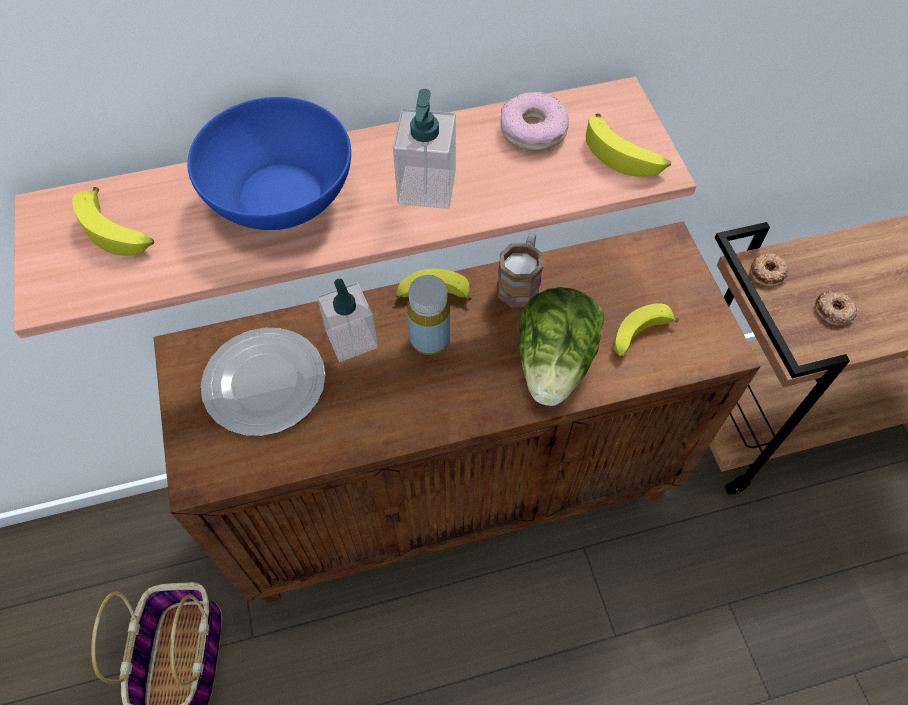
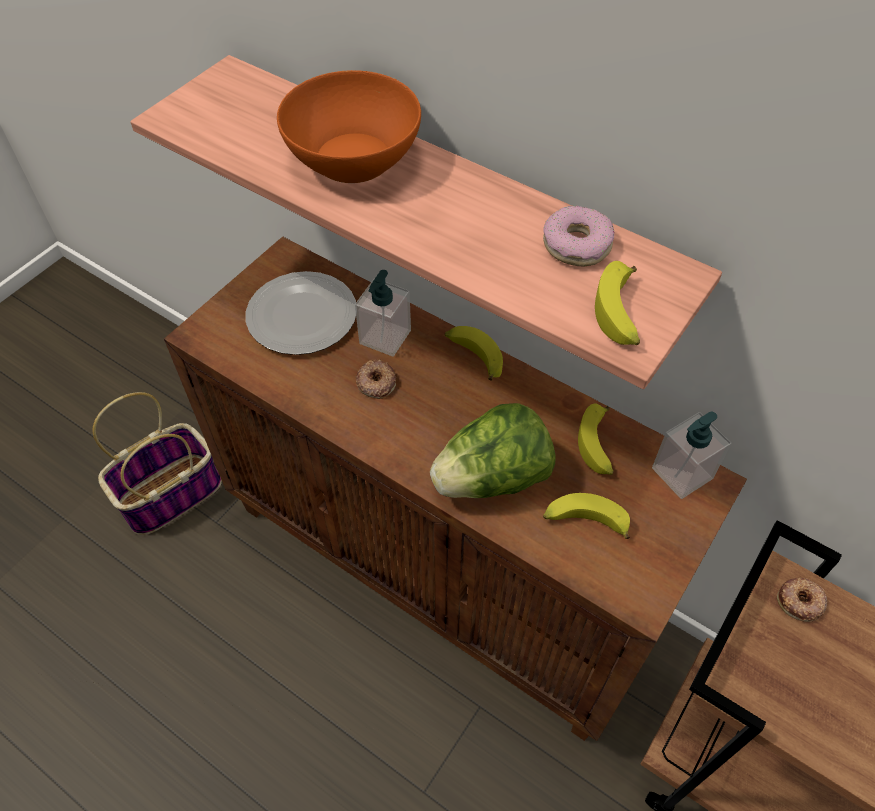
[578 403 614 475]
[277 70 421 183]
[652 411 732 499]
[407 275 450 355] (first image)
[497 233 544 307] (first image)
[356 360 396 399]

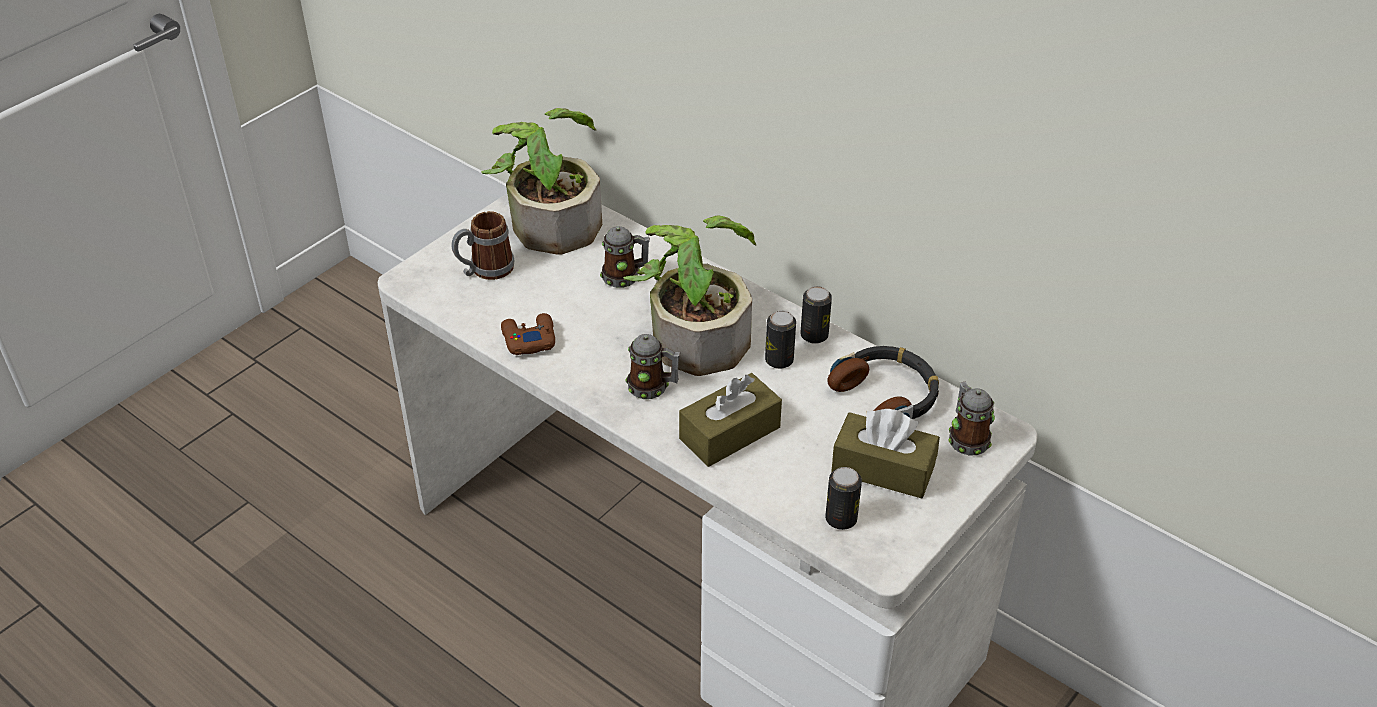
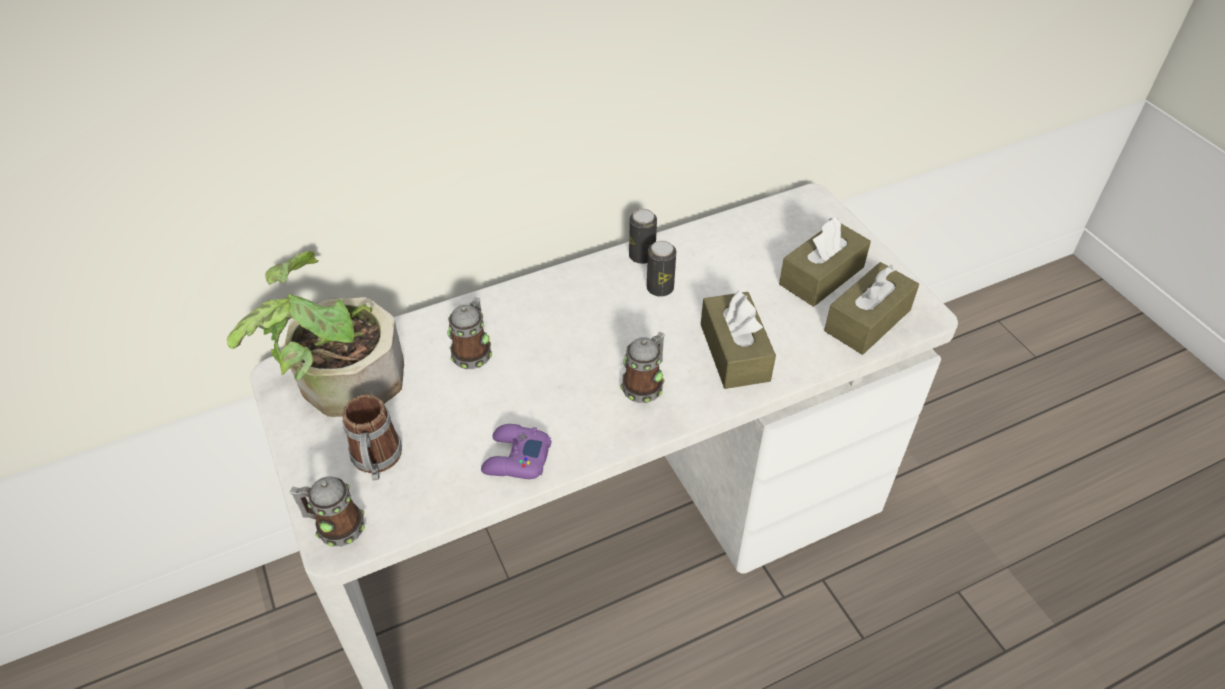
[481 424 551 479]
[623 216 756 376] (first image)
[824 262 919 355]
[827 346 939 419] (first image)
[290 477 365 547]

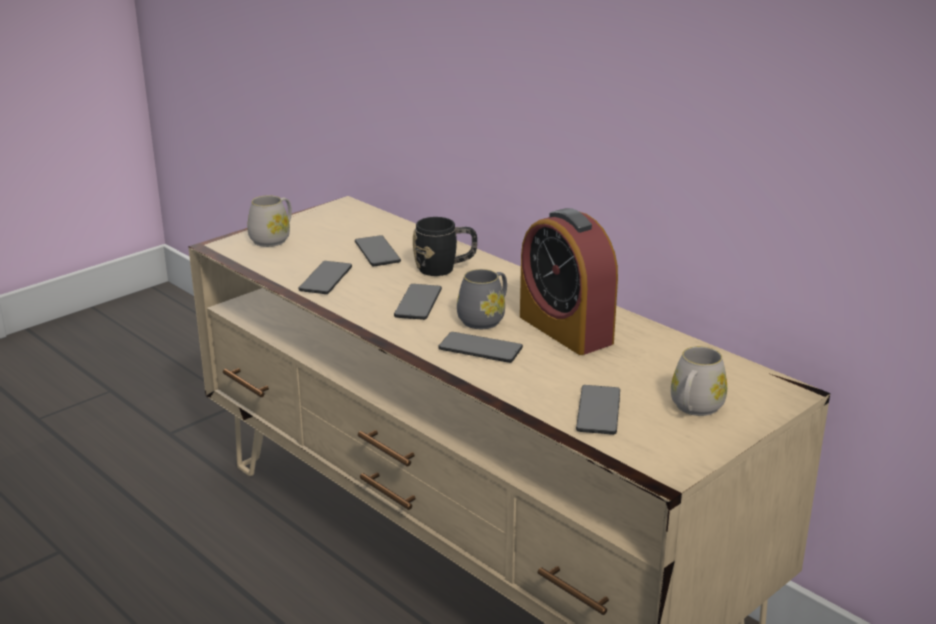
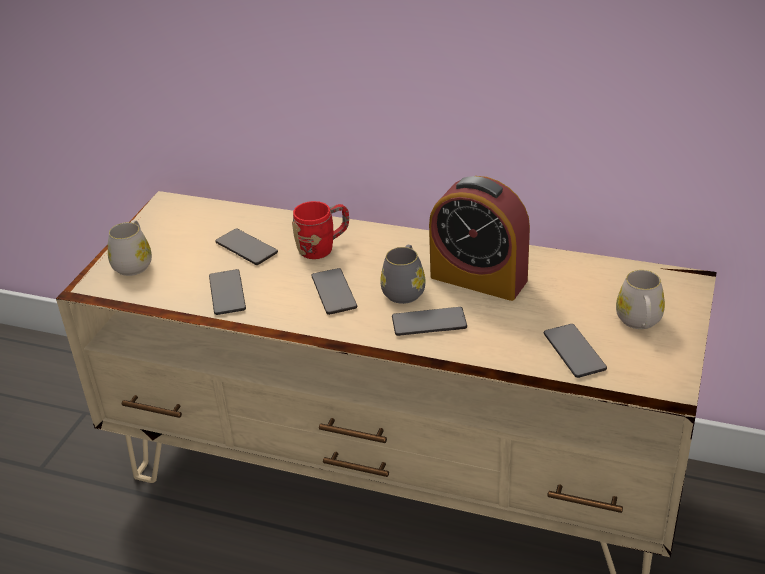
[292 201 349 259]

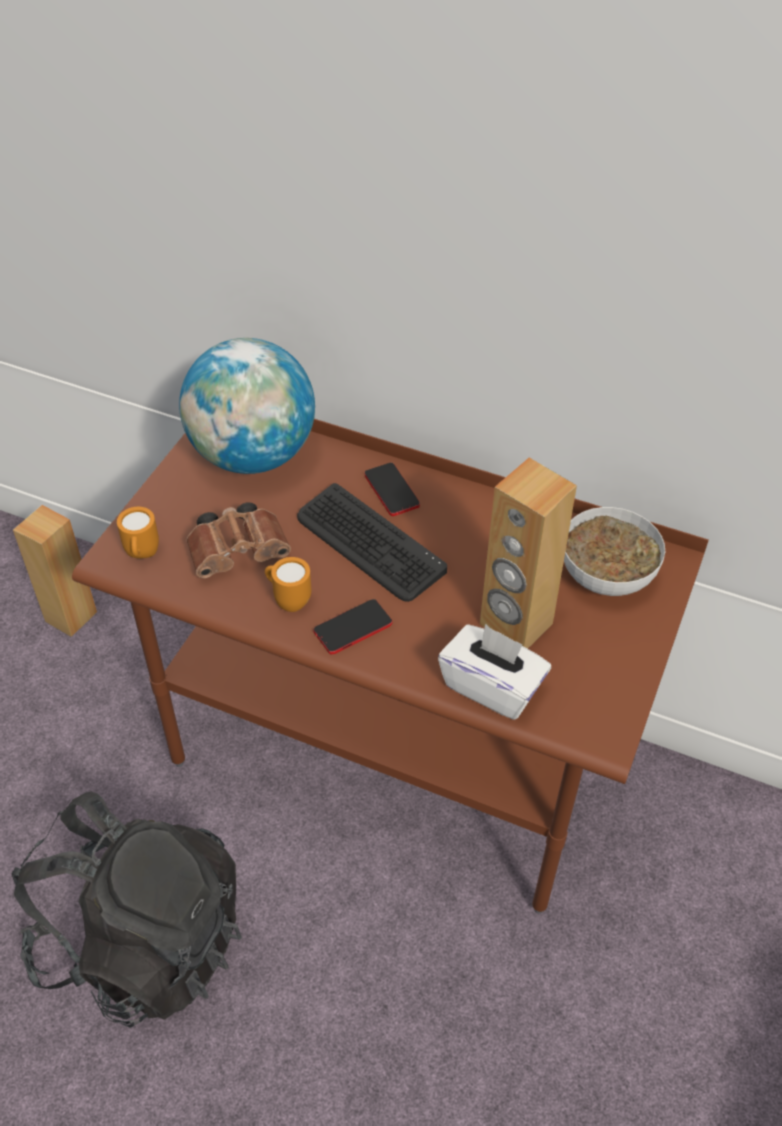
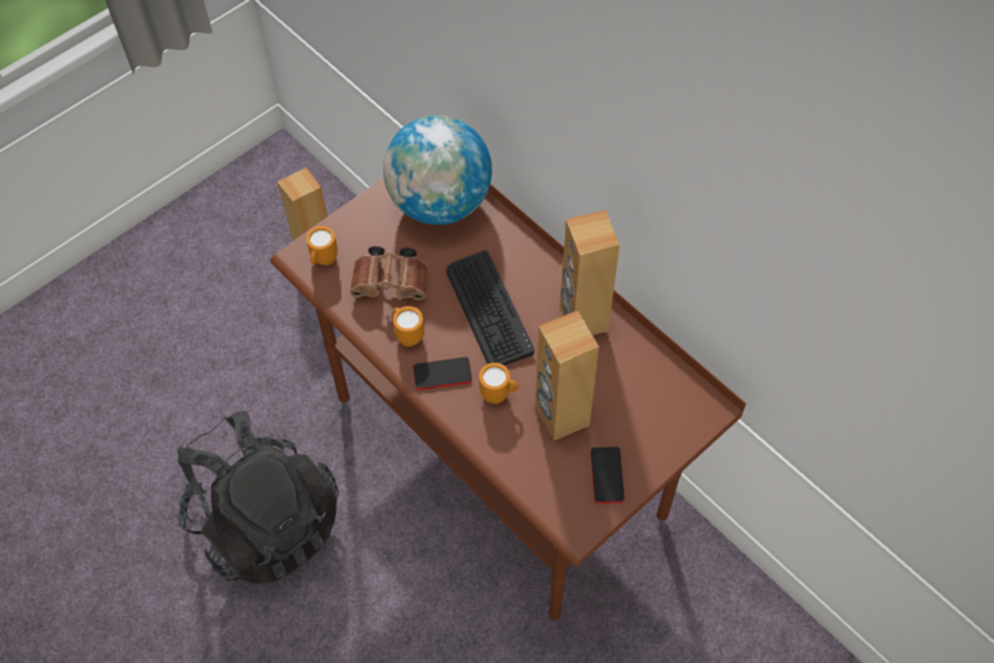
[591 447 625 504]
[438 624 551 720] (first image)
[564 507 665 596] (first image)
[479 363 519 404]
[560 210 620 335]

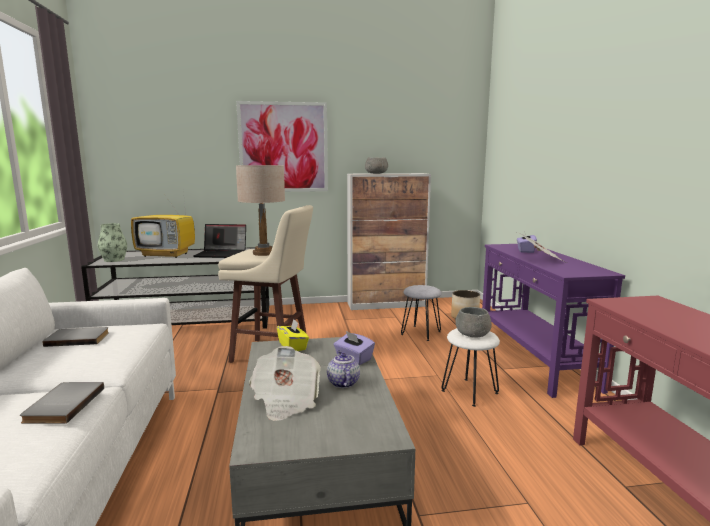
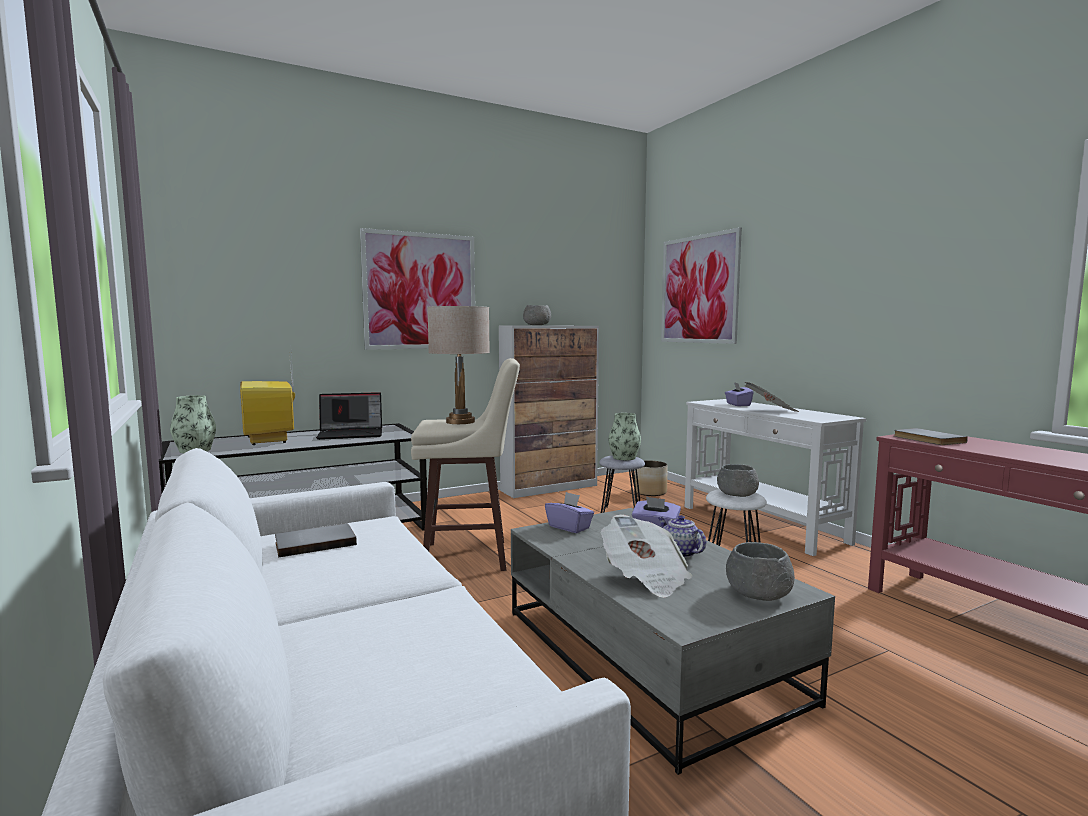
[894 428 968 445]
[240 355 295 445]
[545 492 594 533]
[685 399 866 556]
[608 413 641 460]
[661 227 742 344]
[726 542 795 601]

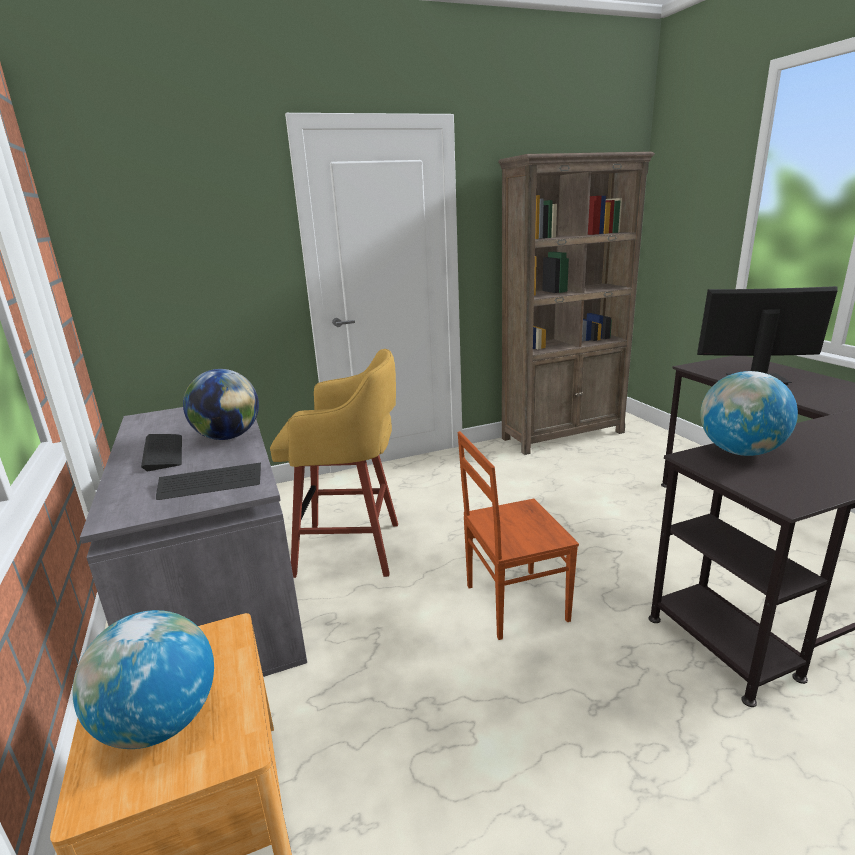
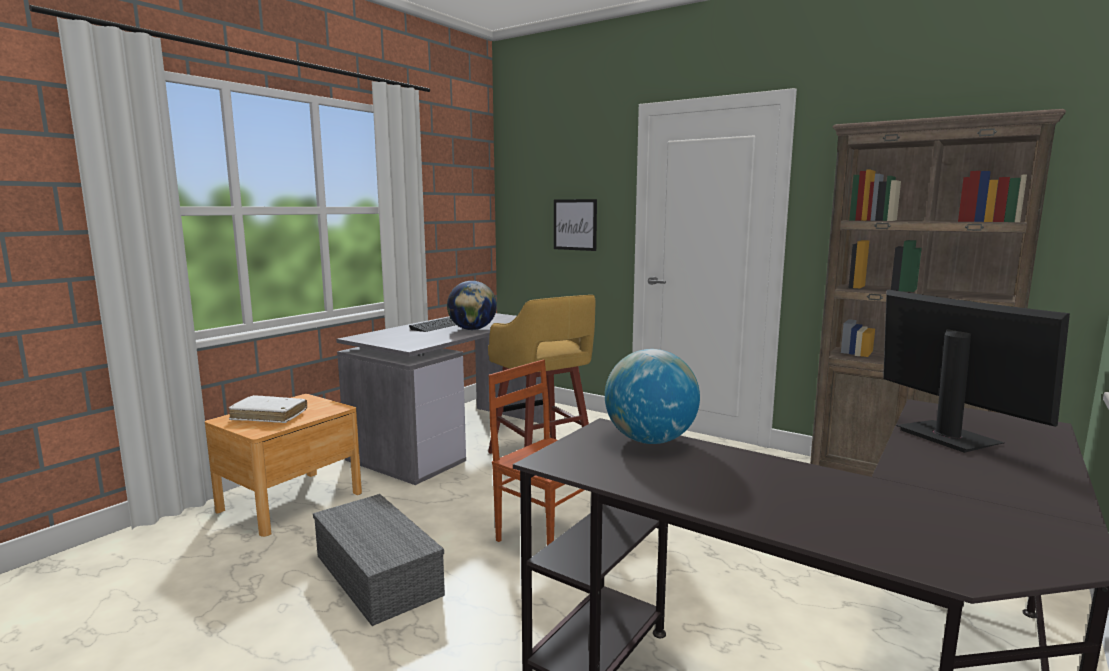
[228 395 307 423]
[156 463 261 500] (first image)
[313 494 445 626]
[554 199 597 251]

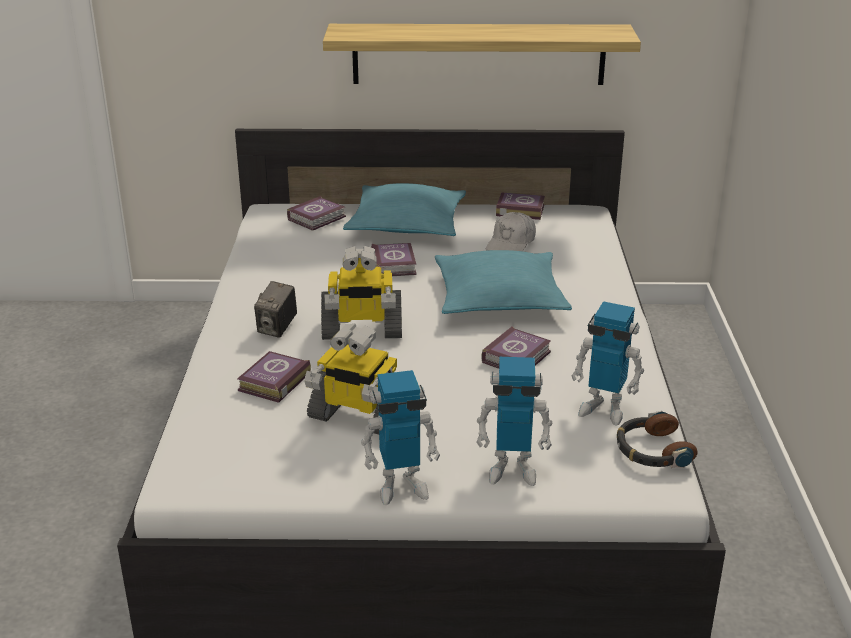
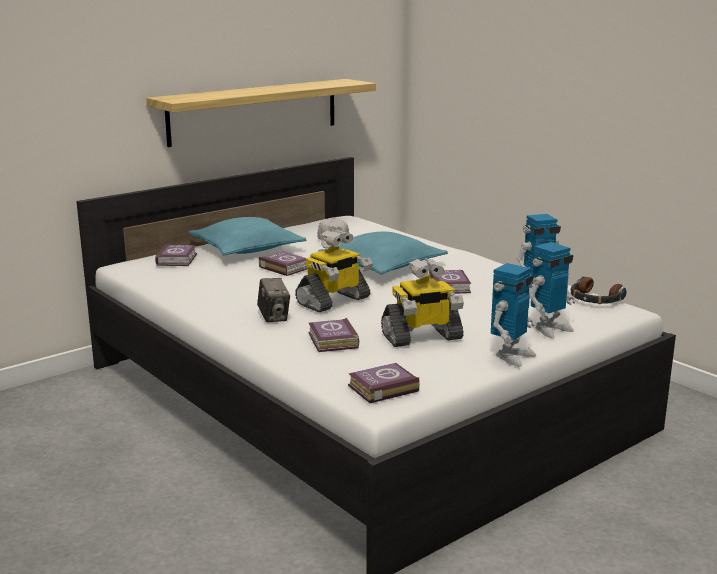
[348 363 420 403]

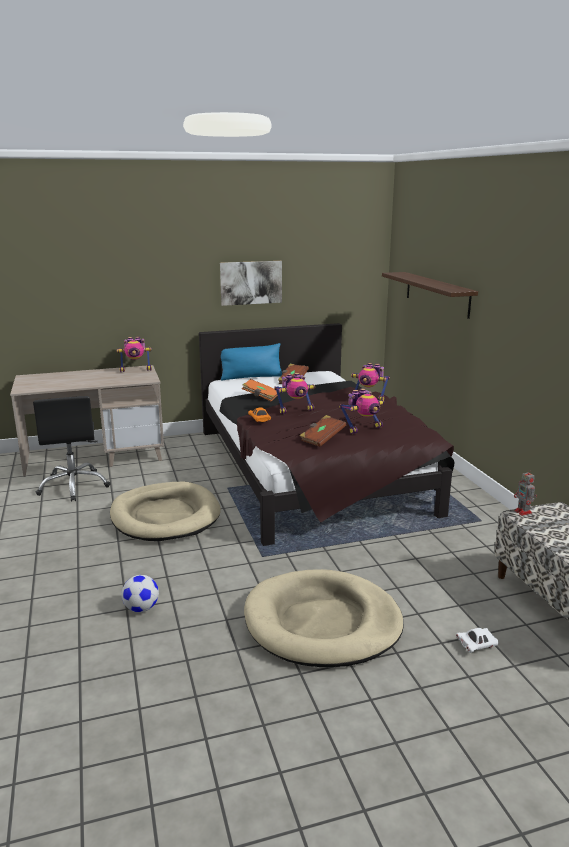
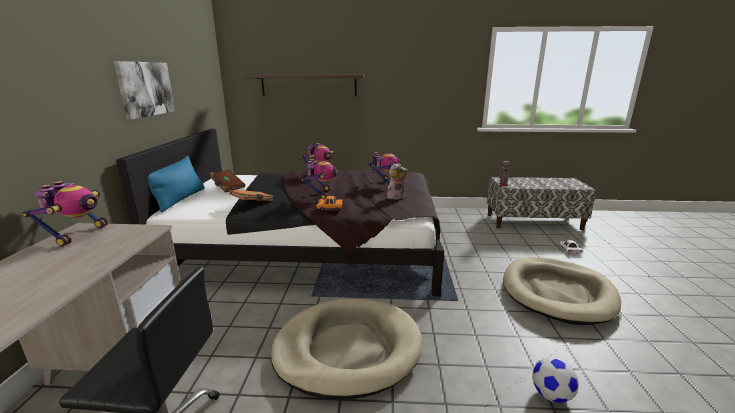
[387 163 408 199]

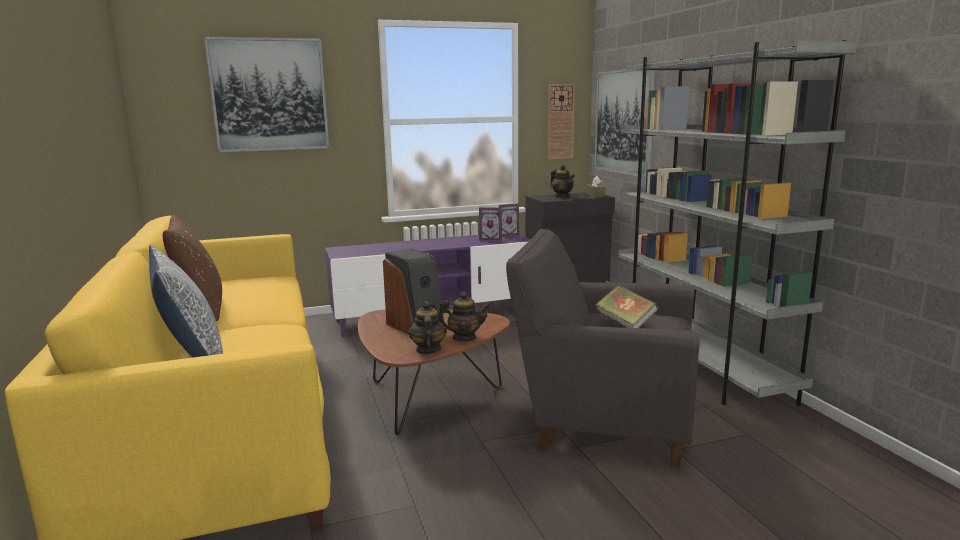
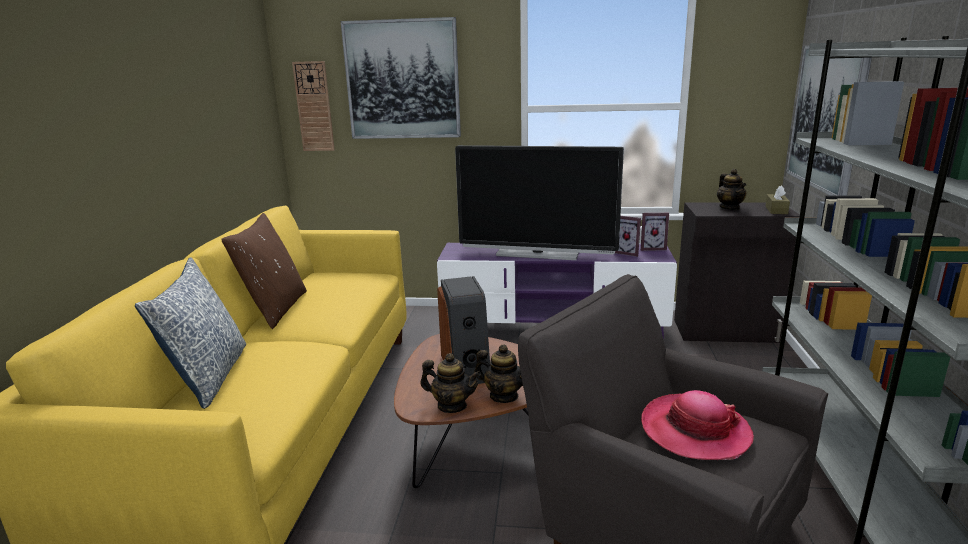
[420 353 481 413]
[292 61 335 151]
[641 390 754 460]
[455 145 624 260]

